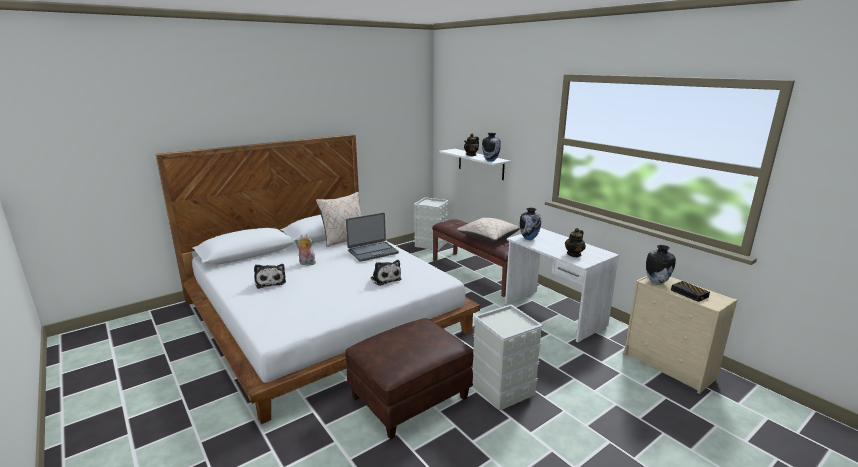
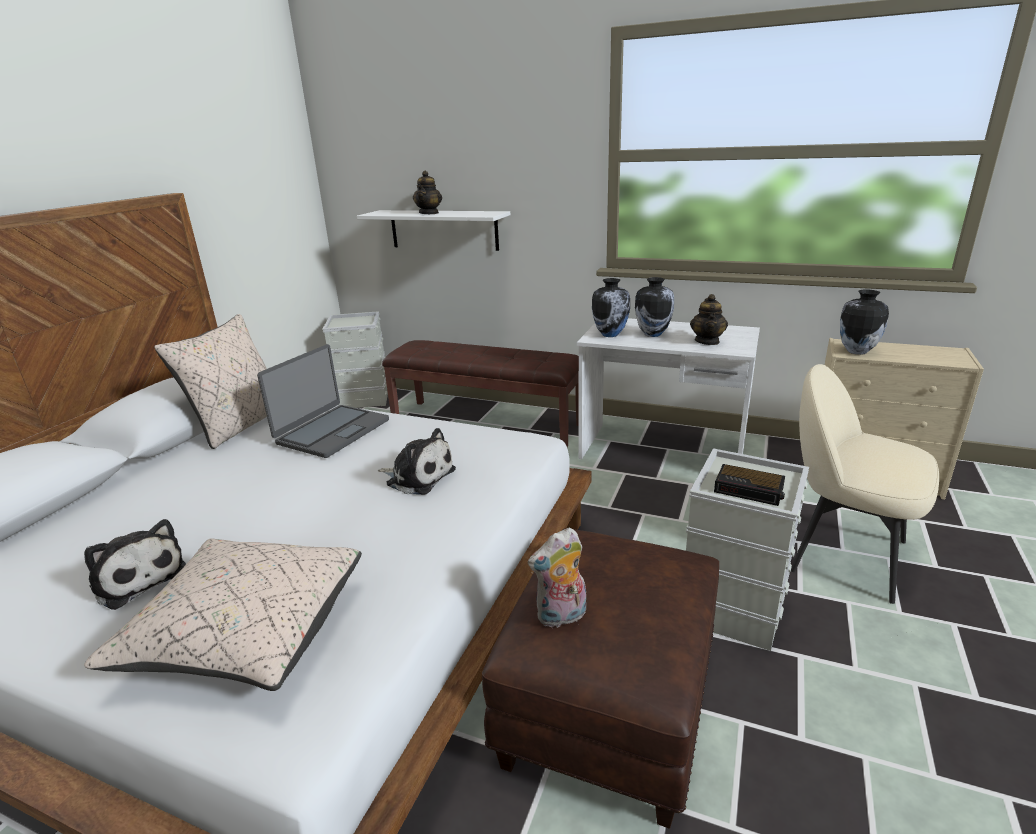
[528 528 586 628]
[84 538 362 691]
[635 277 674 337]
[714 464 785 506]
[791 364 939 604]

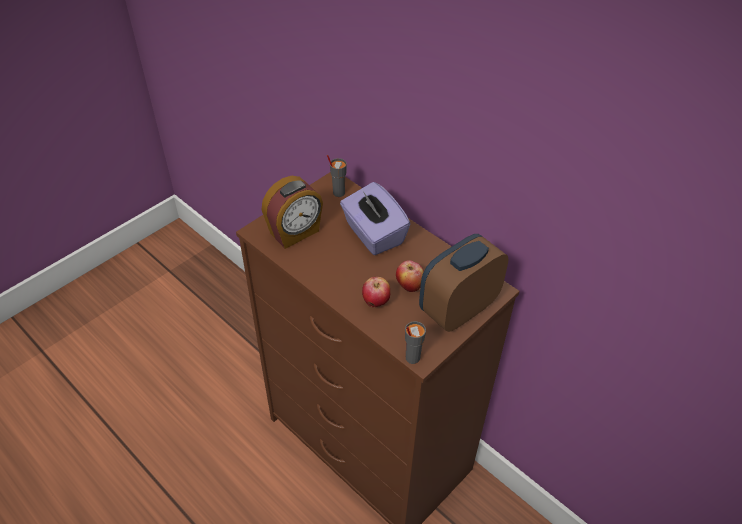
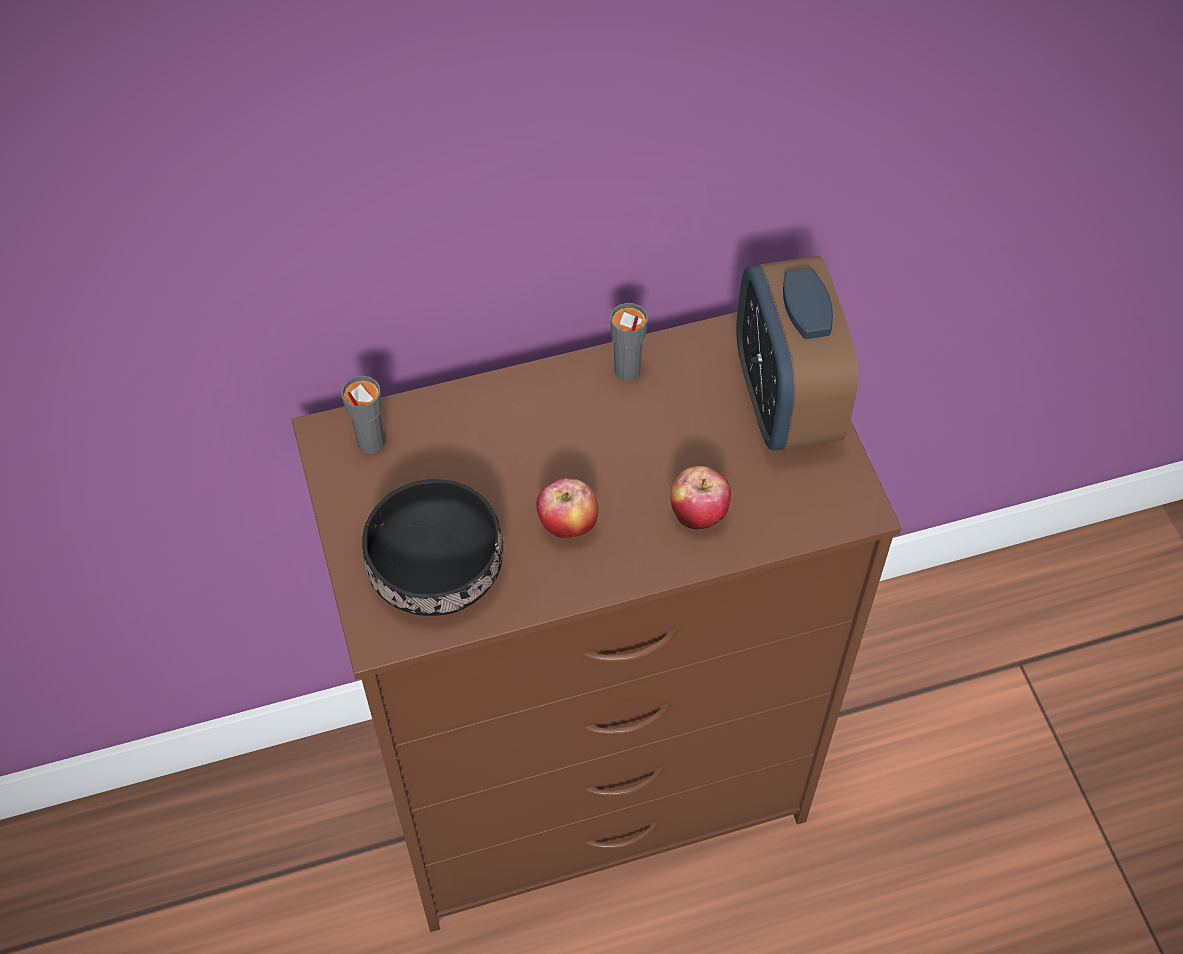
[362 479 504 616]
[340 182 410 255] (first image)
[536 478 598 538]
[610 303 648 381]

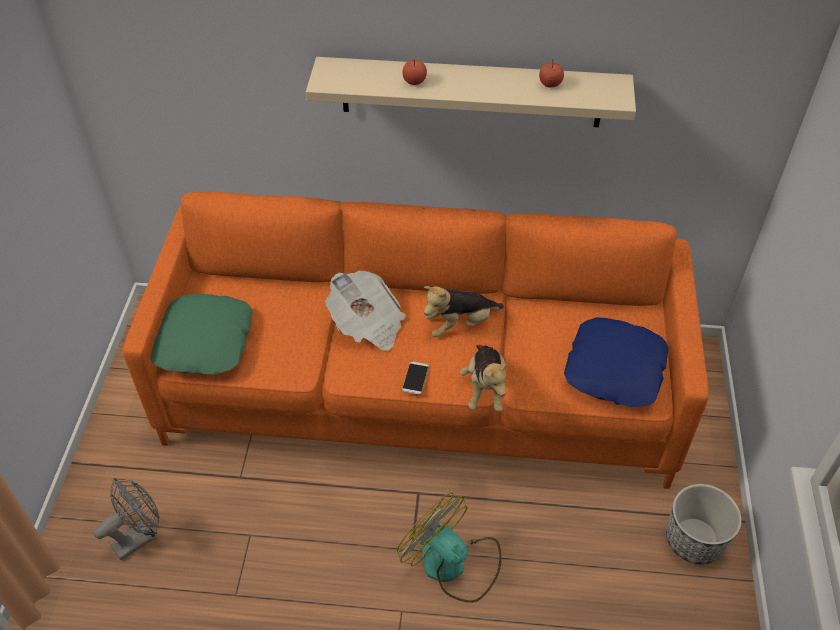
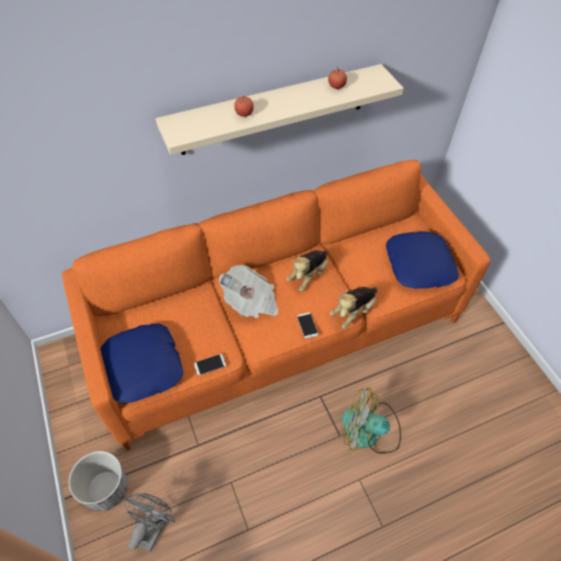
[101 323 183 403]
[330 287 377 329]
[68 451 128 511]
[194 354 226 375]

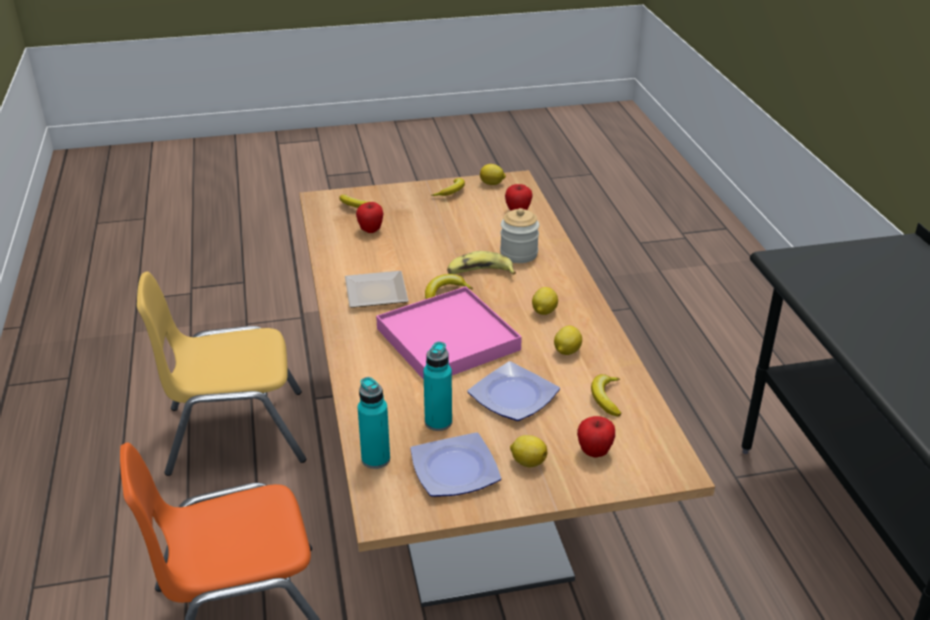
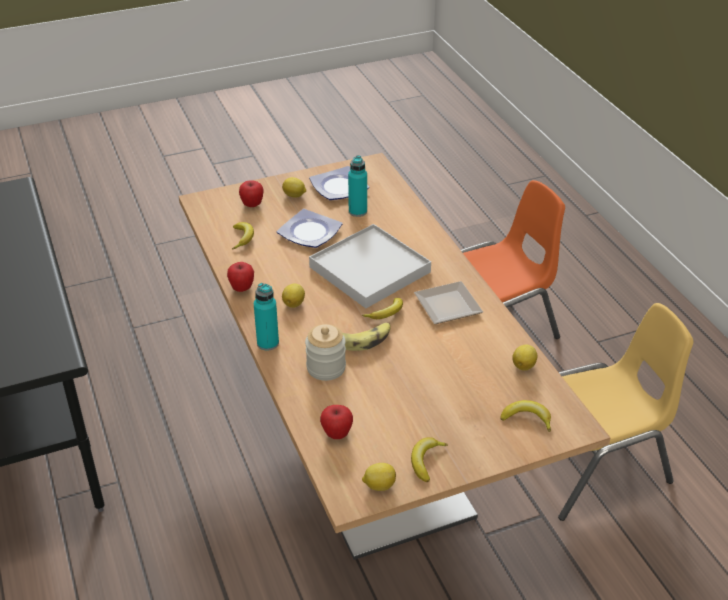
[227 262 254 292]
[254 283 279 351]
[309 224 431 308]
[512 345 537 371]

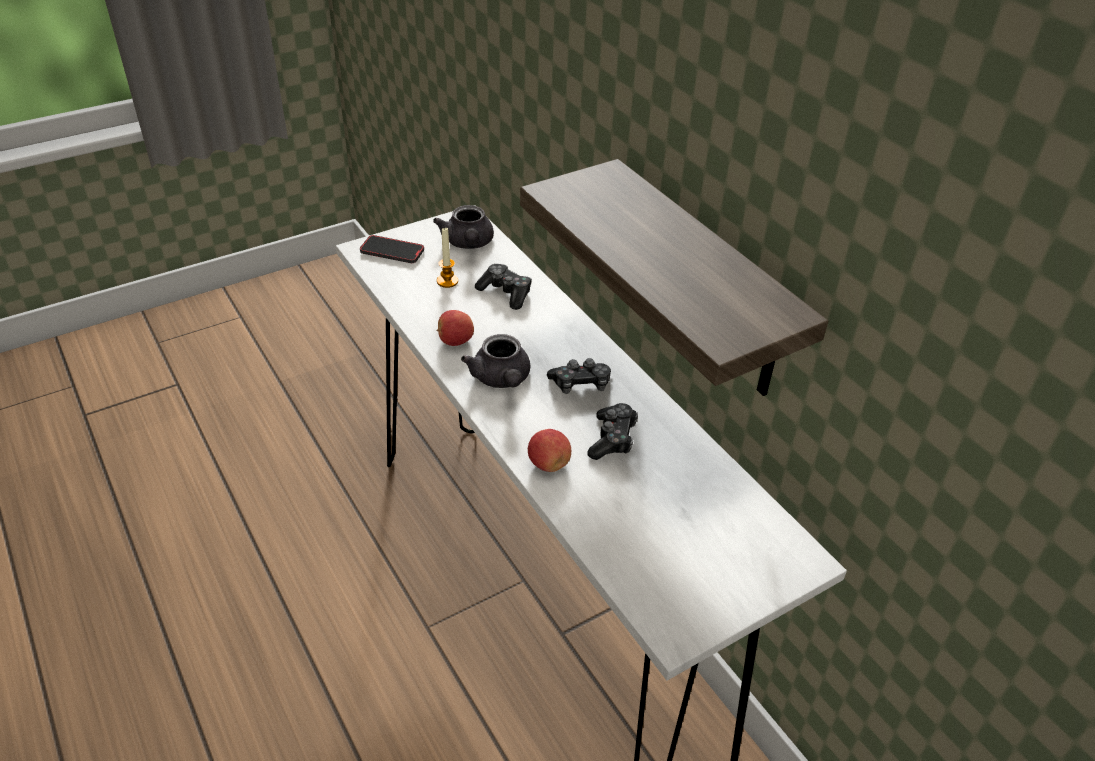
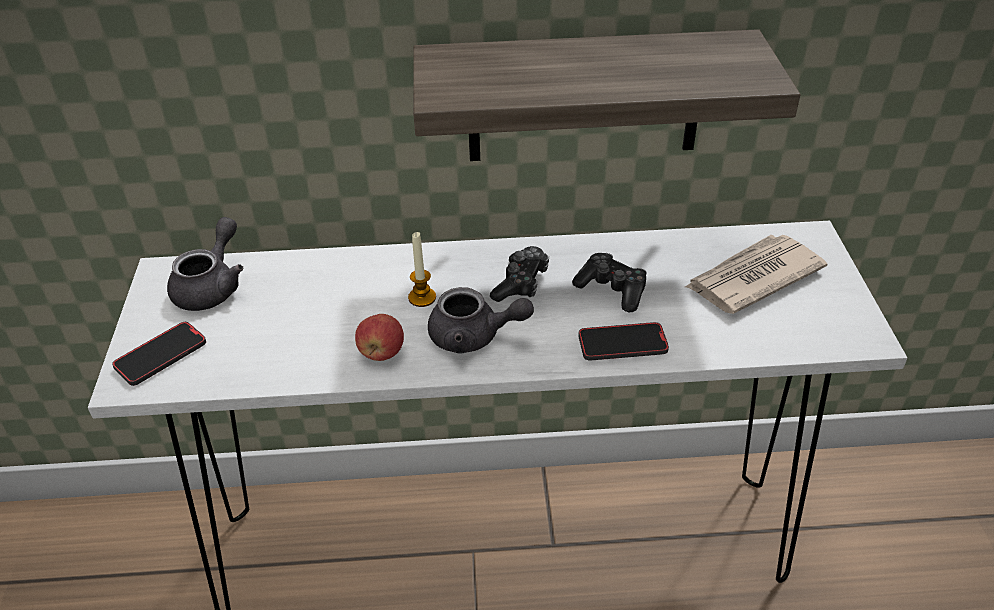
[167 217 244 311]
[408 232 436 307]
[475 264 532 310] (first image)
[578 322 669 361]
[685 235 828 314]

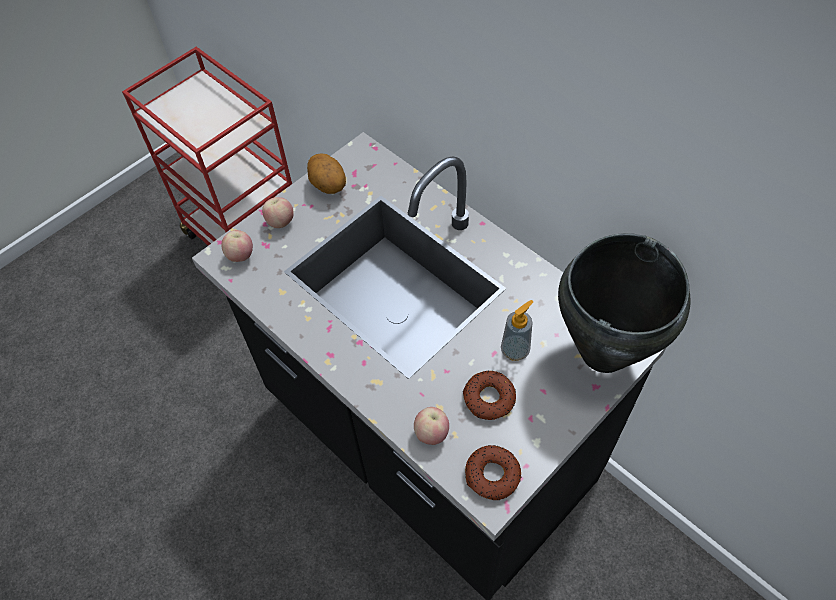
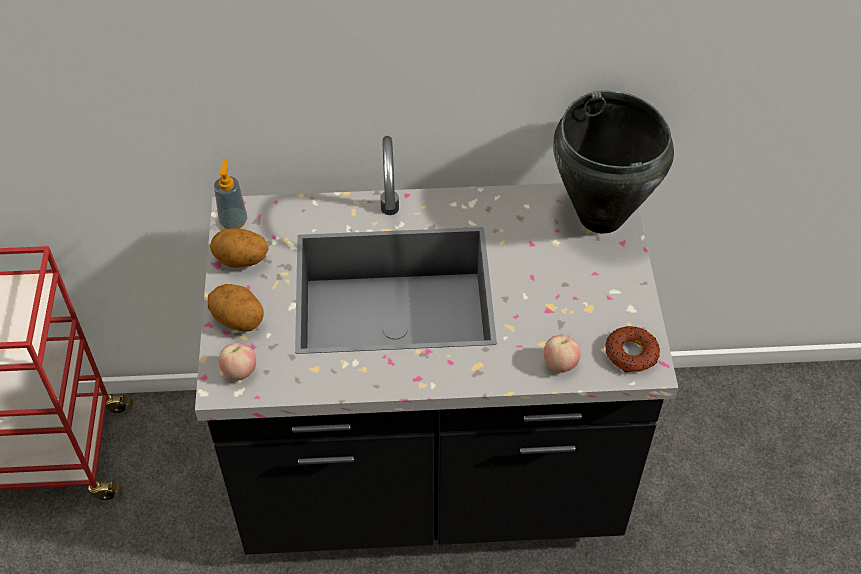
[208 284 264 332]
[463 371 516 420] (first image)
[214 159 247 229]

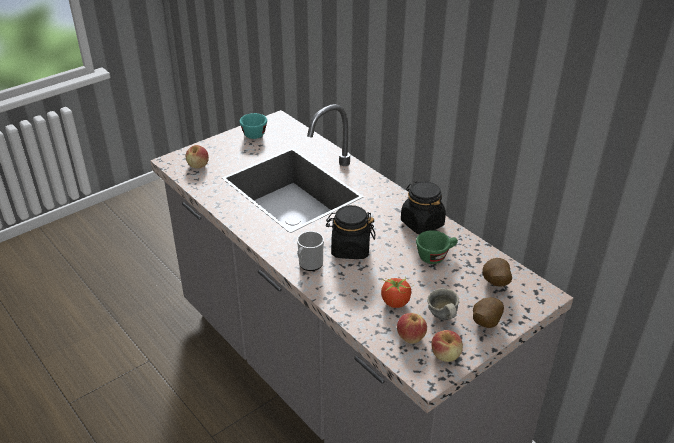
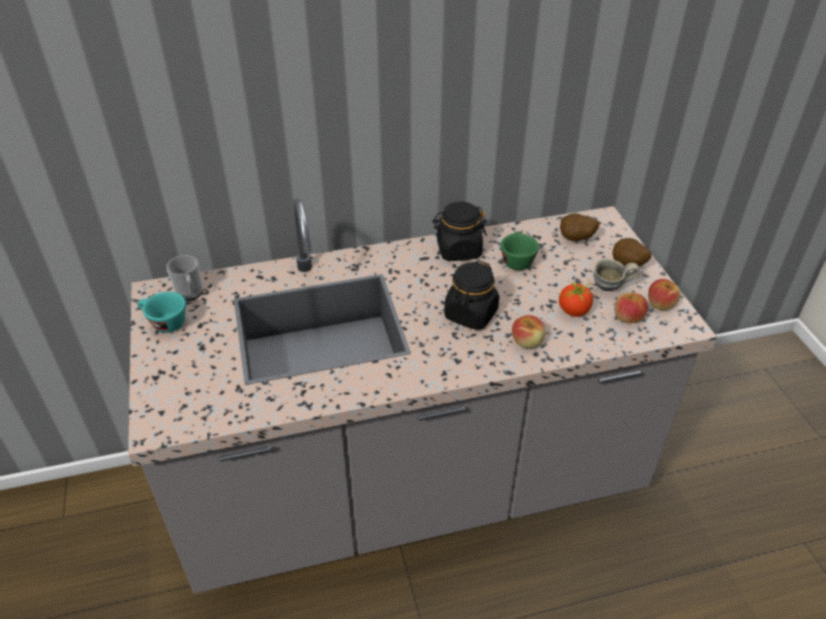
[512 315 545 348]
[166 255 203 301]

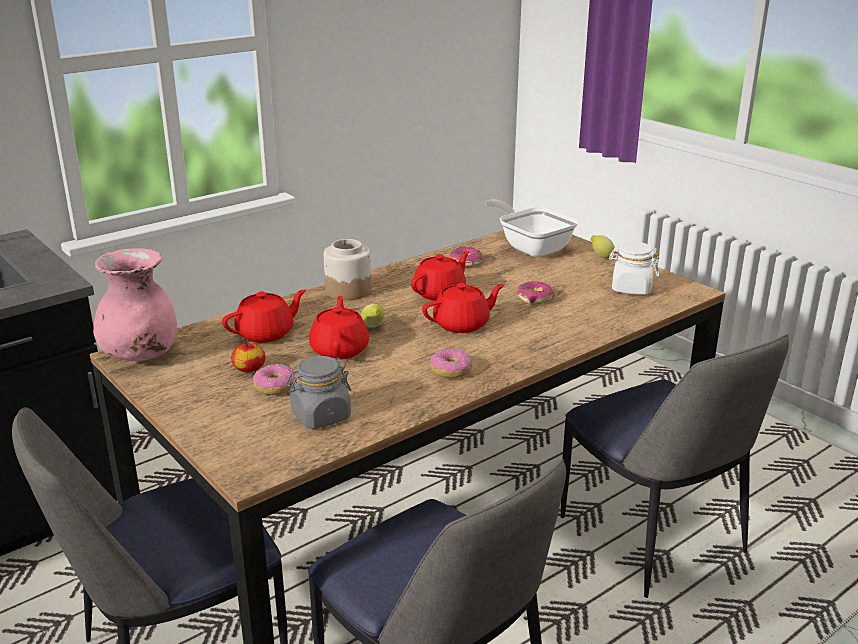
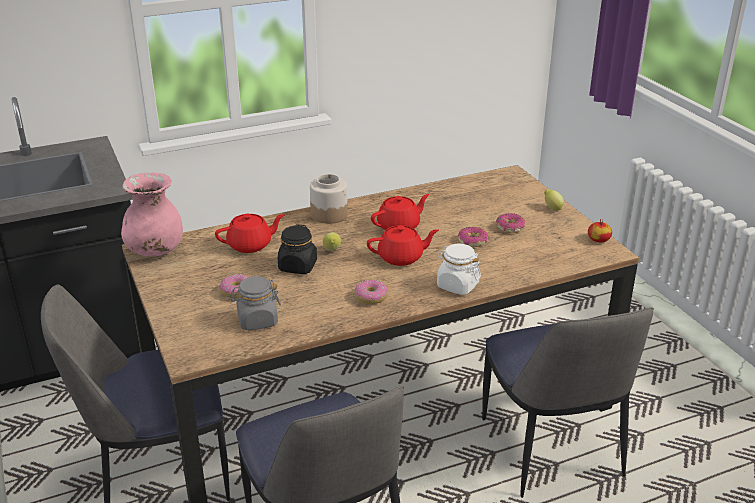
[588 219 612 242]
[278 224 317 274]
[496 213 525 233]
[485 199 578 257] (first image)
[437 244 481 295]

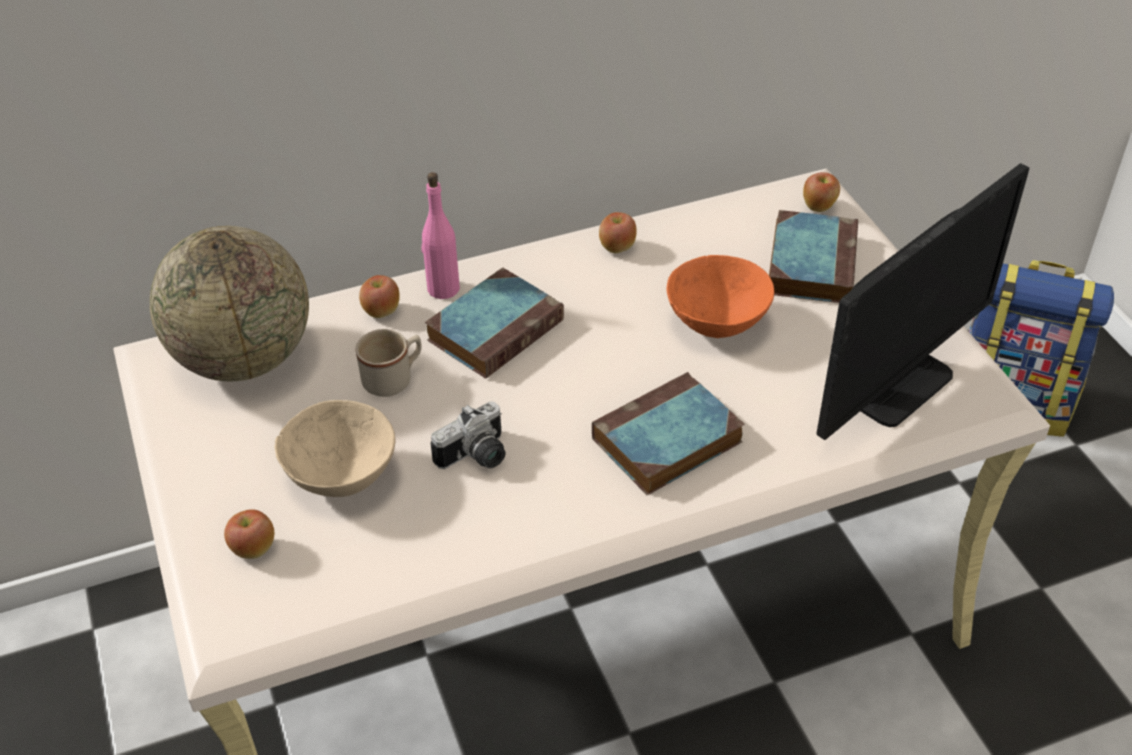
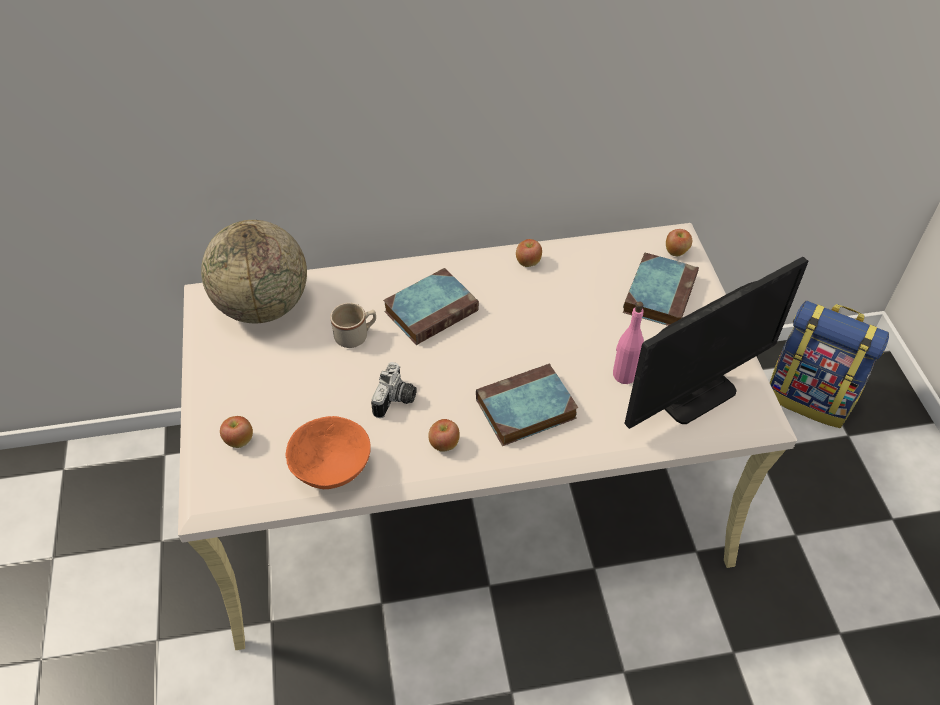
[274 400 395 497] (first image)
[428 419 460 452]
[613 302 644 384]
[371 362 417 418]
[286 416 371 489]

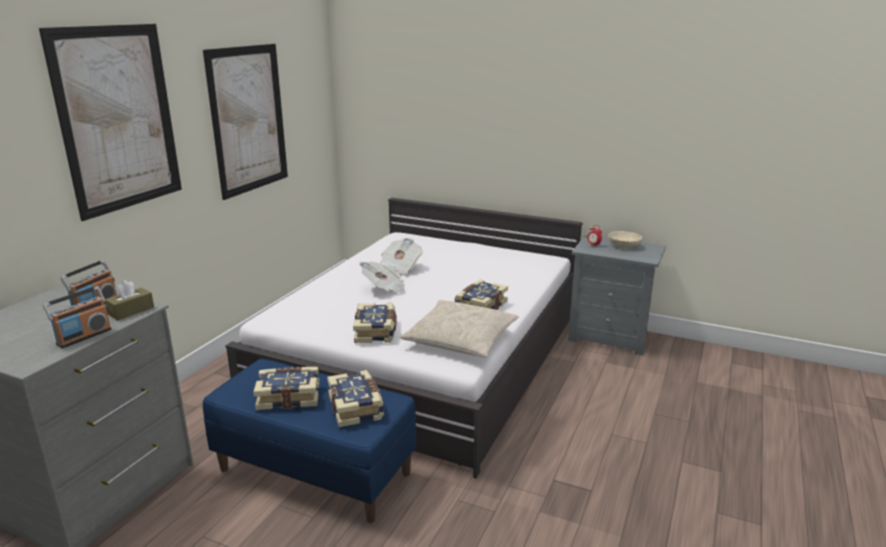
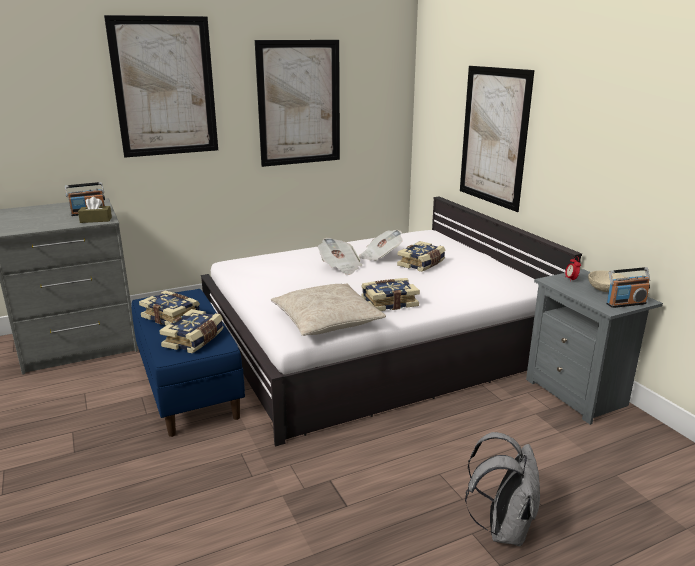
[606 267 650 308]
[397 241 445 272]
[460 66 535 212]
[465 432 540 546]

